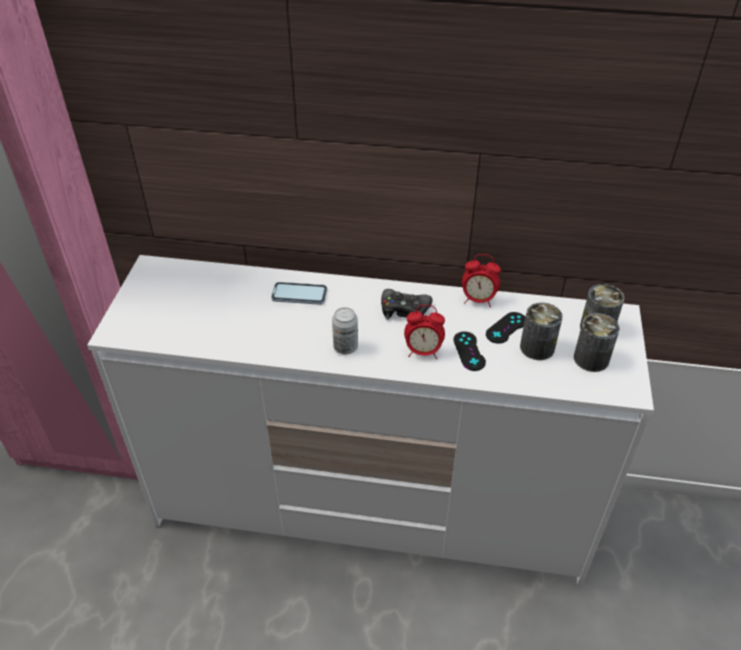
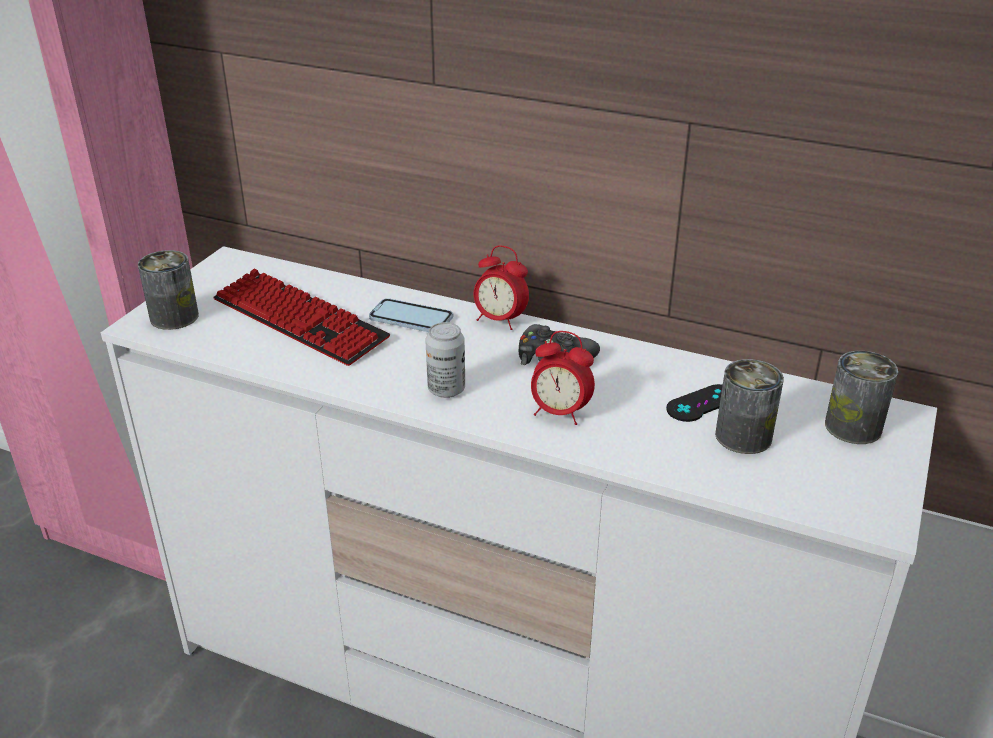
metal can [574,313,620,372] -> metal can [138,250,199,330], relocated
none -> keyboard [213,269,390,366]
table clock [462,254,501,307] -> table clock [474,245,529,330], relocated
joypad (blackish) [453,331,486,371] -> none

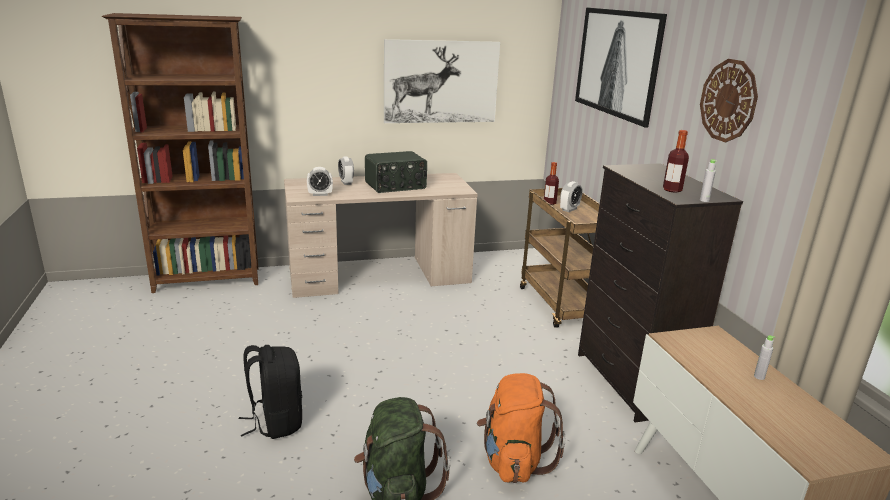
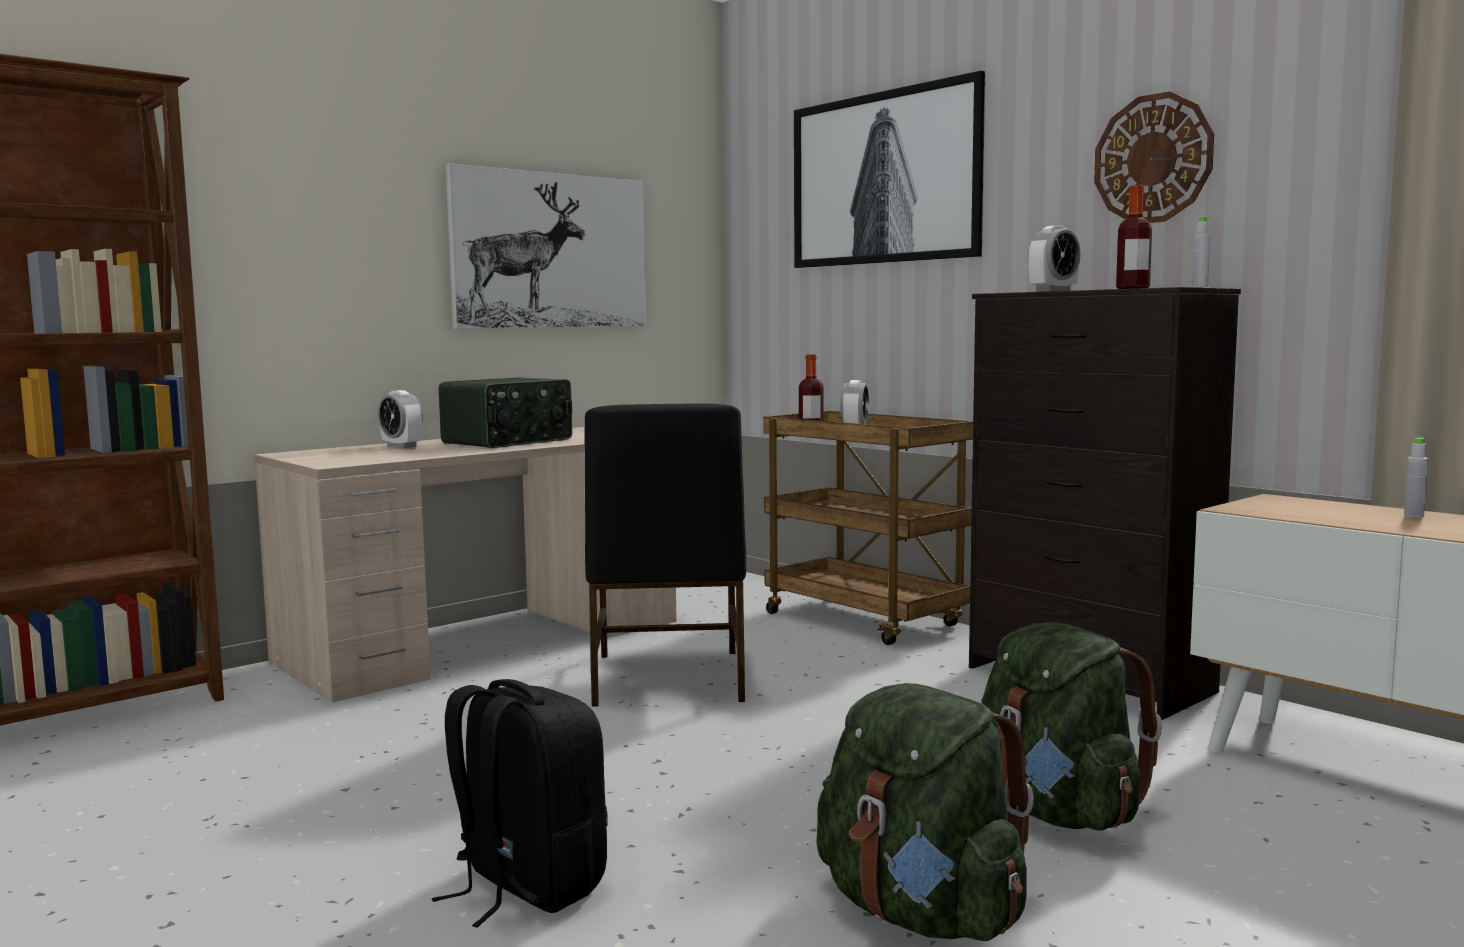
none -> chair (blackish) [585,403,746,707]
knapsack (orange) [477,373,565,483] -> knapsack (green) [981,622,1162,831]
table clock [307,167,333,196] -> table clock [1028,225,1080,292], relocated

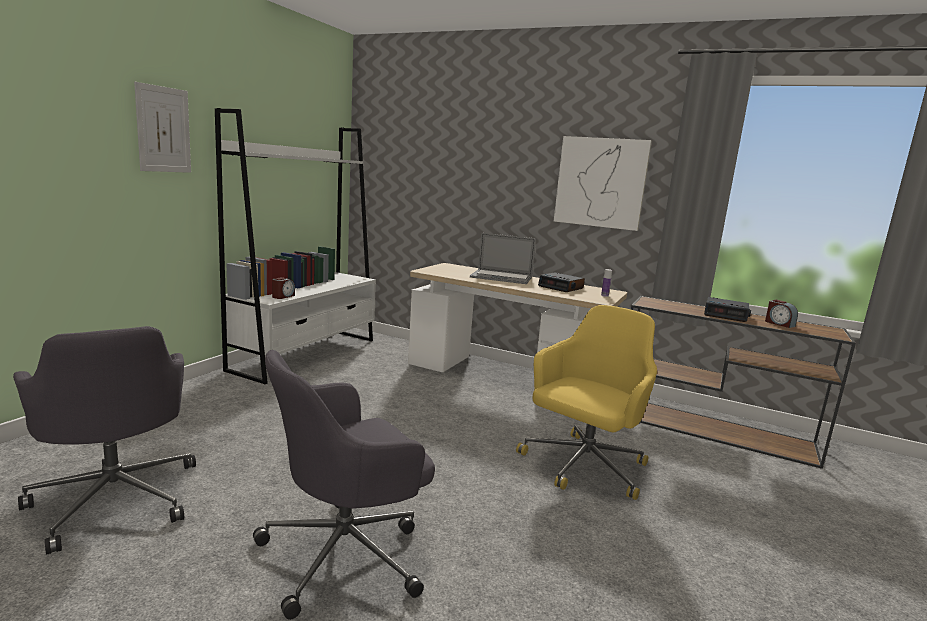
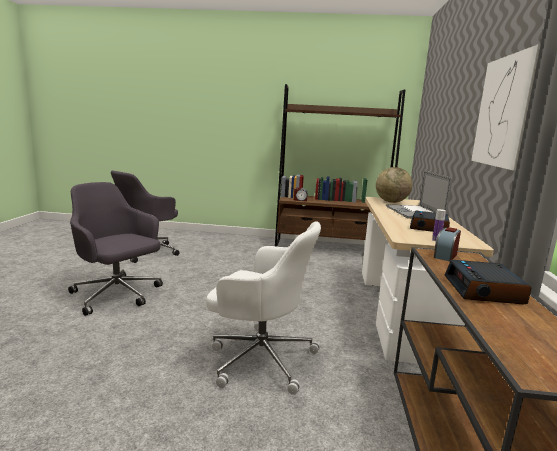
computer chair (yellow) [516,305,657,500] -> computer chair (whitish) [206,221,321,395]
bookcase (whitish) [215,108,376,384] -> bookcase (brown-coloured) [275,84,405,247]
none -> world globe [376,167,412,203]
table clock [765,300,798,328] -> table clock [434,227,461,261], relocated
wall art [134,82,191,173] -> none

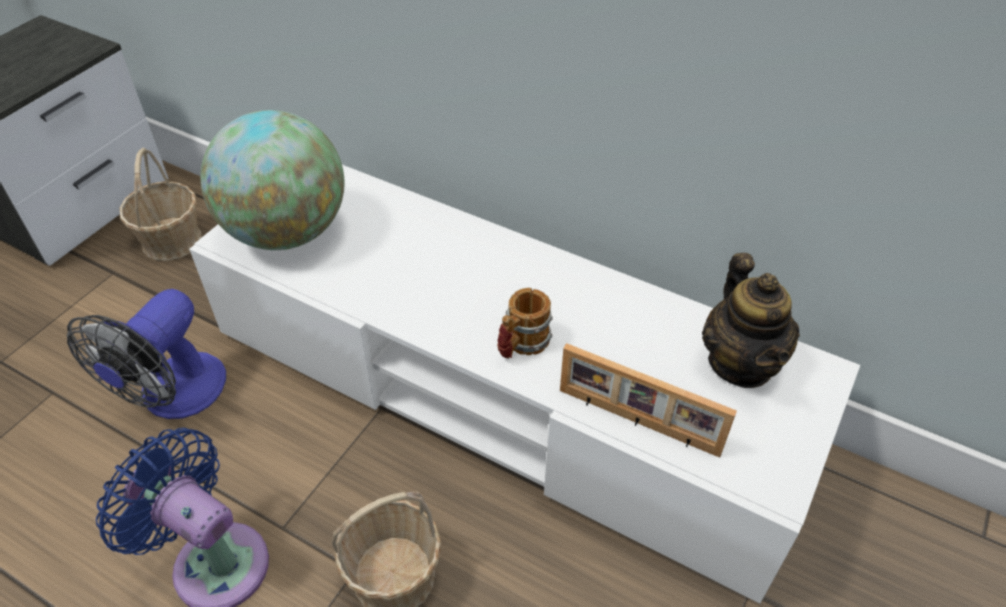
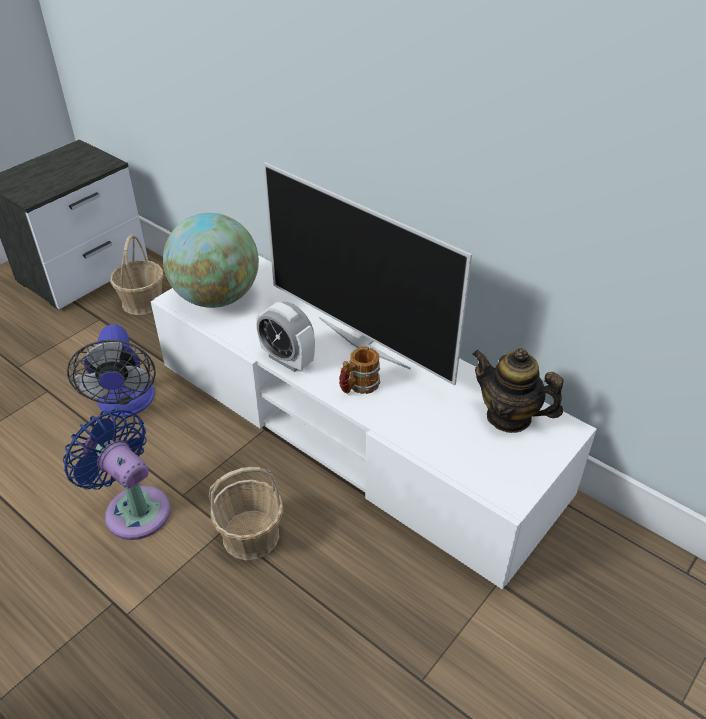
cooling fan [67,289,226,419] -> cooling fan [67,325,156,417], 45 degrees counterclockwise
none -> table clock [256,302,315,372]
none -> TV [263,162,472,386]
teapot [702,253,800,388] -> teapot [472,348,564,433], 120 degrees clockwise
standing frame [560,343,737,458] -> none

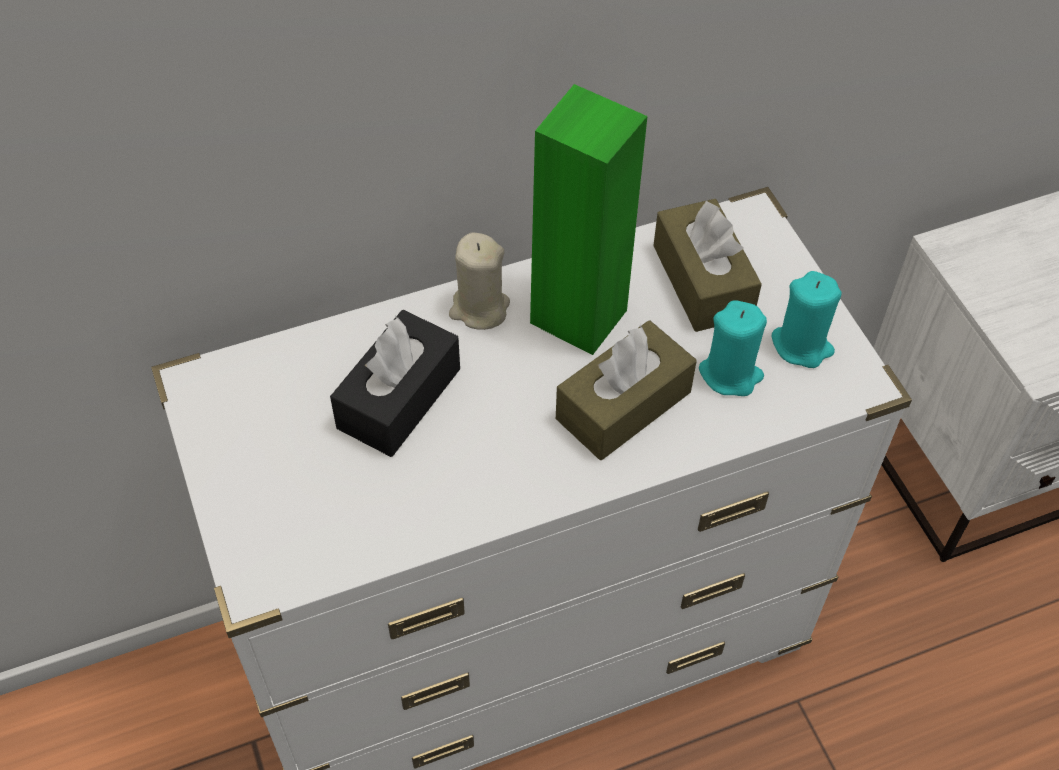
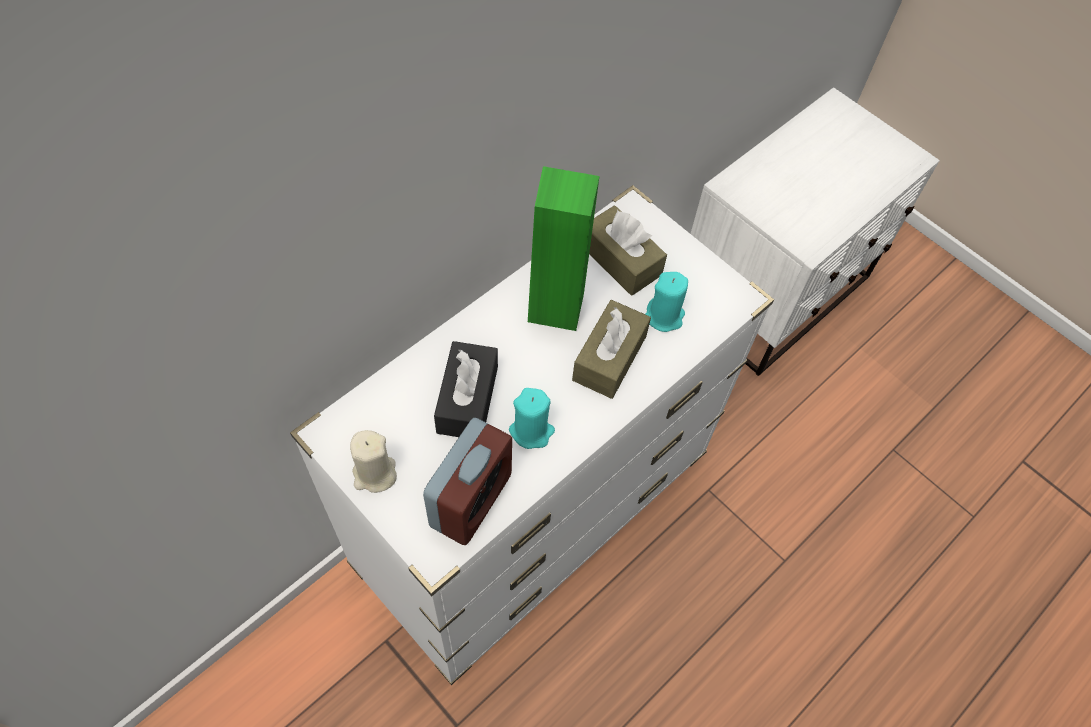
wax candle (beige-coloured) [449,233,510,330] -> wax candle (beige-coloured) [350,430,397,493], relocated
none -> table clock [423,418,512,545]
wax candle (turquoise) [772,271,842,368] -> wax candle (turquoise) [509,388,555,449], relocated

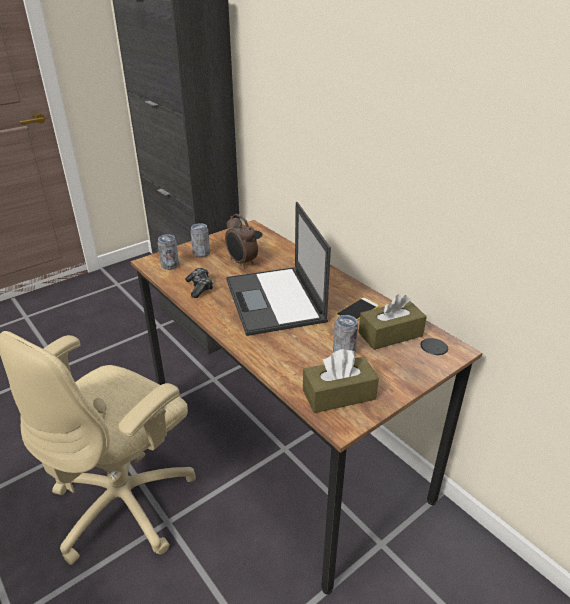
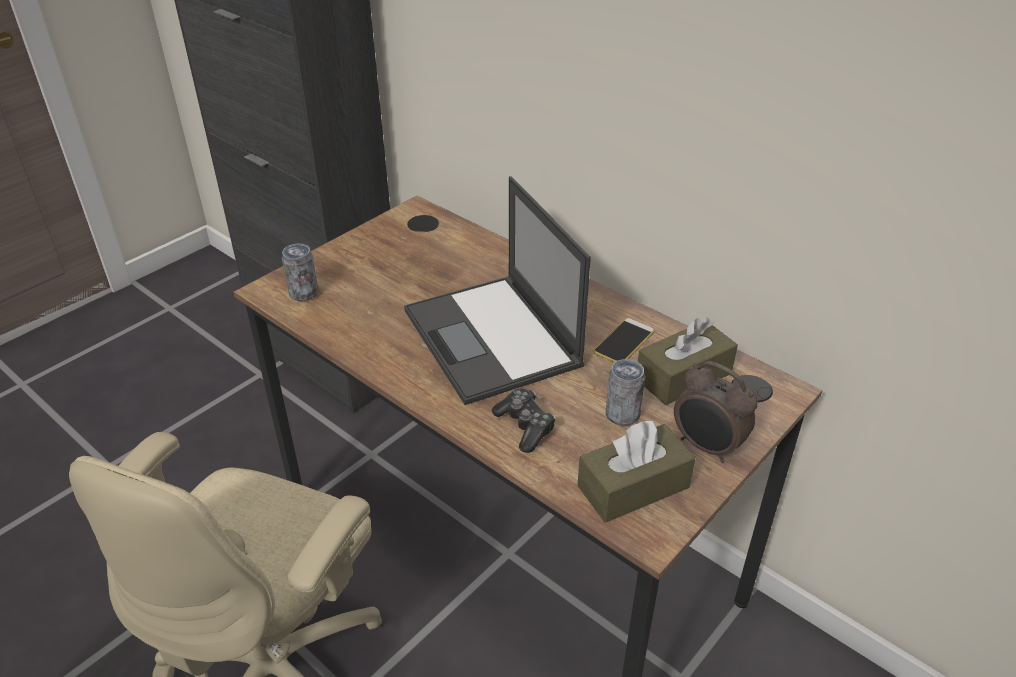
joypad [185,268,213,298] -> joypad [492,388,556,453], relocated
table clock [225,214,258,268] -> table clock [674,361,758,463], relocated
metal can [190,223,210,258] -> none

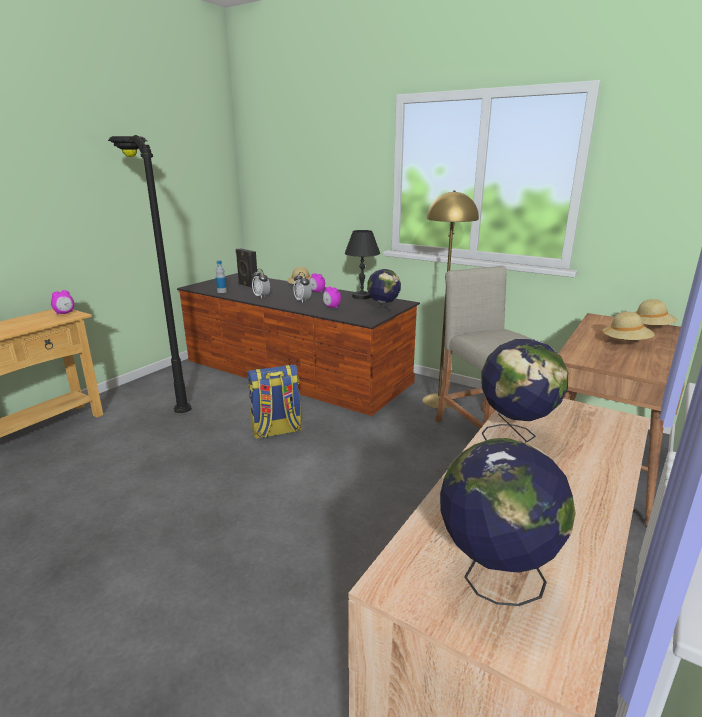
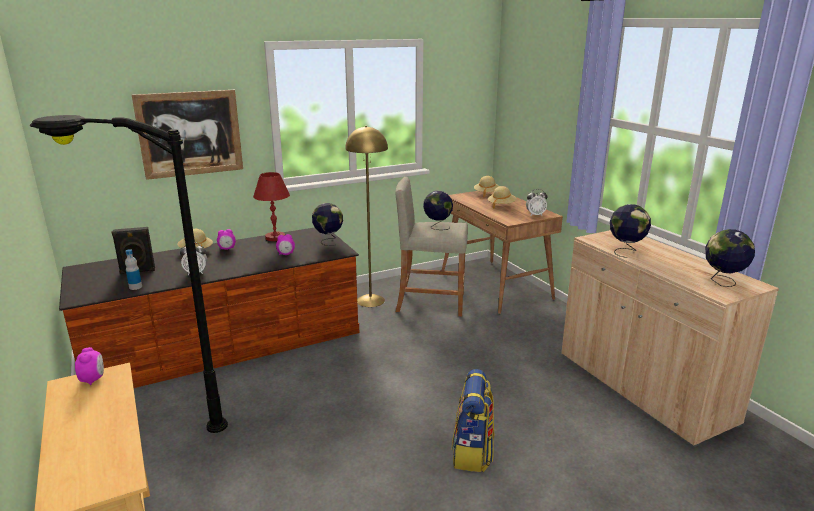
none -> wall art [132,90,243,180]
tabletop lamp (blackish) [344,230,380,299] -> tabletop lamp (reddish) [253,172,290,241]
none -> world globe [423,191,453,230]
knapsack [247,364,302,439] -> knapsack [452,369,495,472], relocated
table clock [294,272,312,303] -> table clock [526,189,548,216], relocated

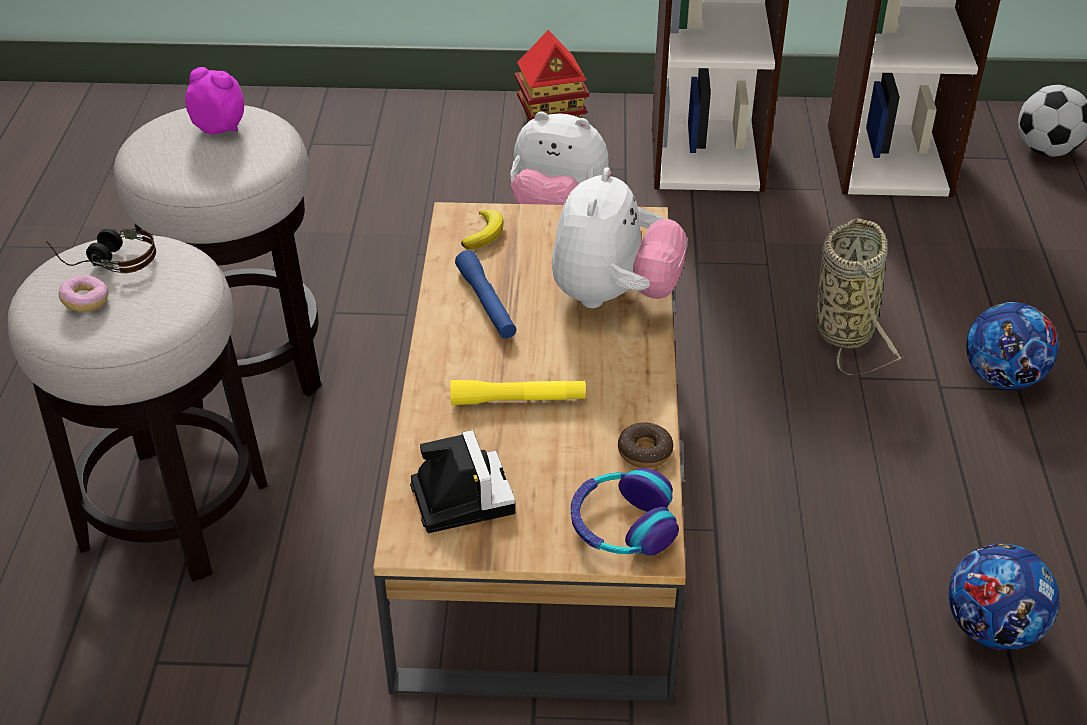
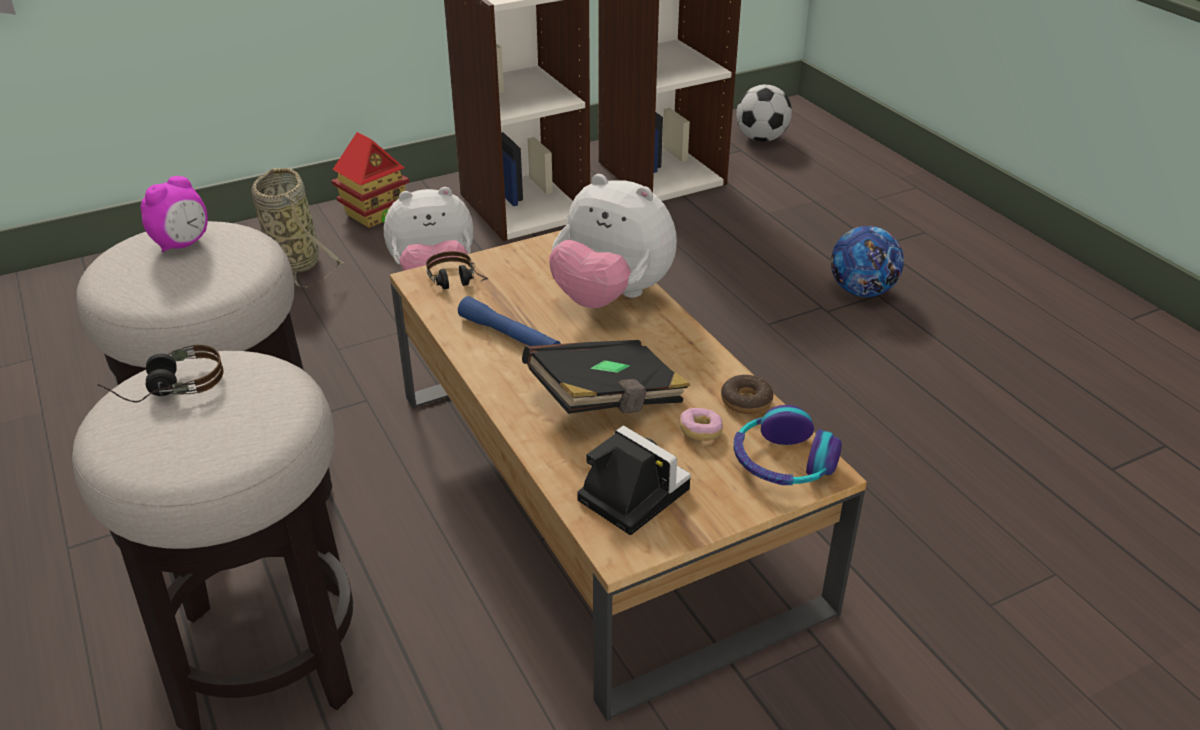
table clock [185,67,244,134] -> table clock [141,176,208,252], 135 degrees clockwise
basket [816,218,903,375] -> basket [251,168,345,288], relocated
whole banana [461,210,504,250] -> pair of headphones [426,251,488,289]
torch (yellow) [450,380,585,405] -> volume (blackish) [522,340,690,414]
plush toy [551,167,687,308] -> plush toy [549,174,677,308], 135 degrees clockwise
donut [59,275,109,312] -> donut [679,408,723,441], relocated
ball for football [948,543,1059,650] -> none

